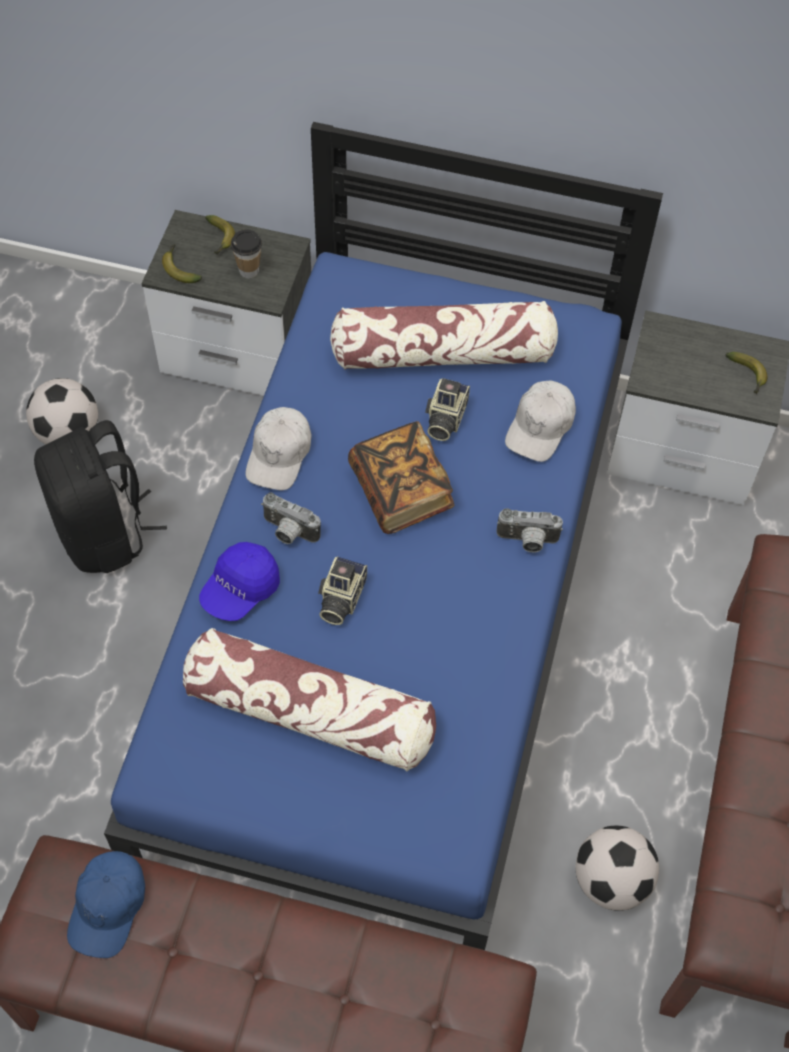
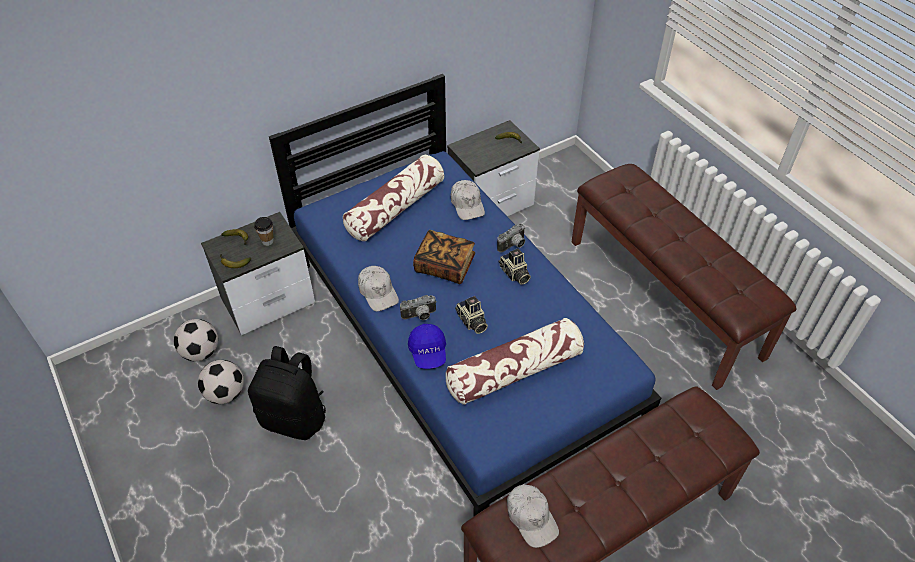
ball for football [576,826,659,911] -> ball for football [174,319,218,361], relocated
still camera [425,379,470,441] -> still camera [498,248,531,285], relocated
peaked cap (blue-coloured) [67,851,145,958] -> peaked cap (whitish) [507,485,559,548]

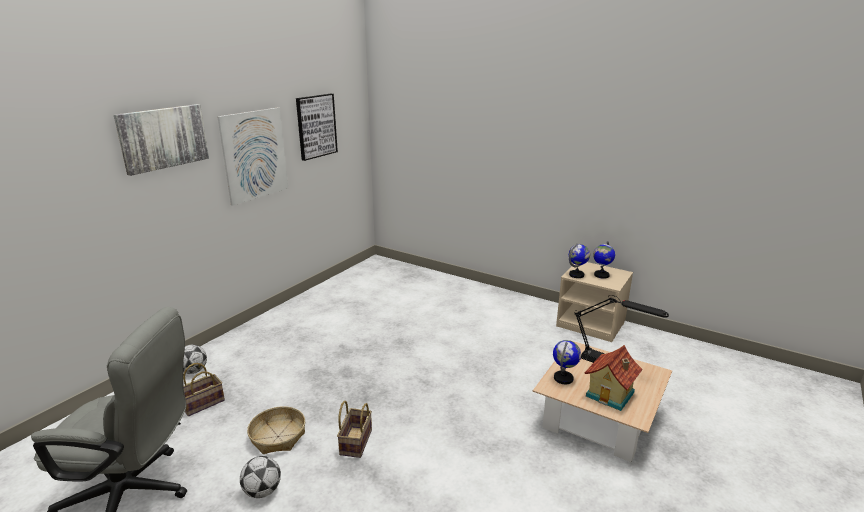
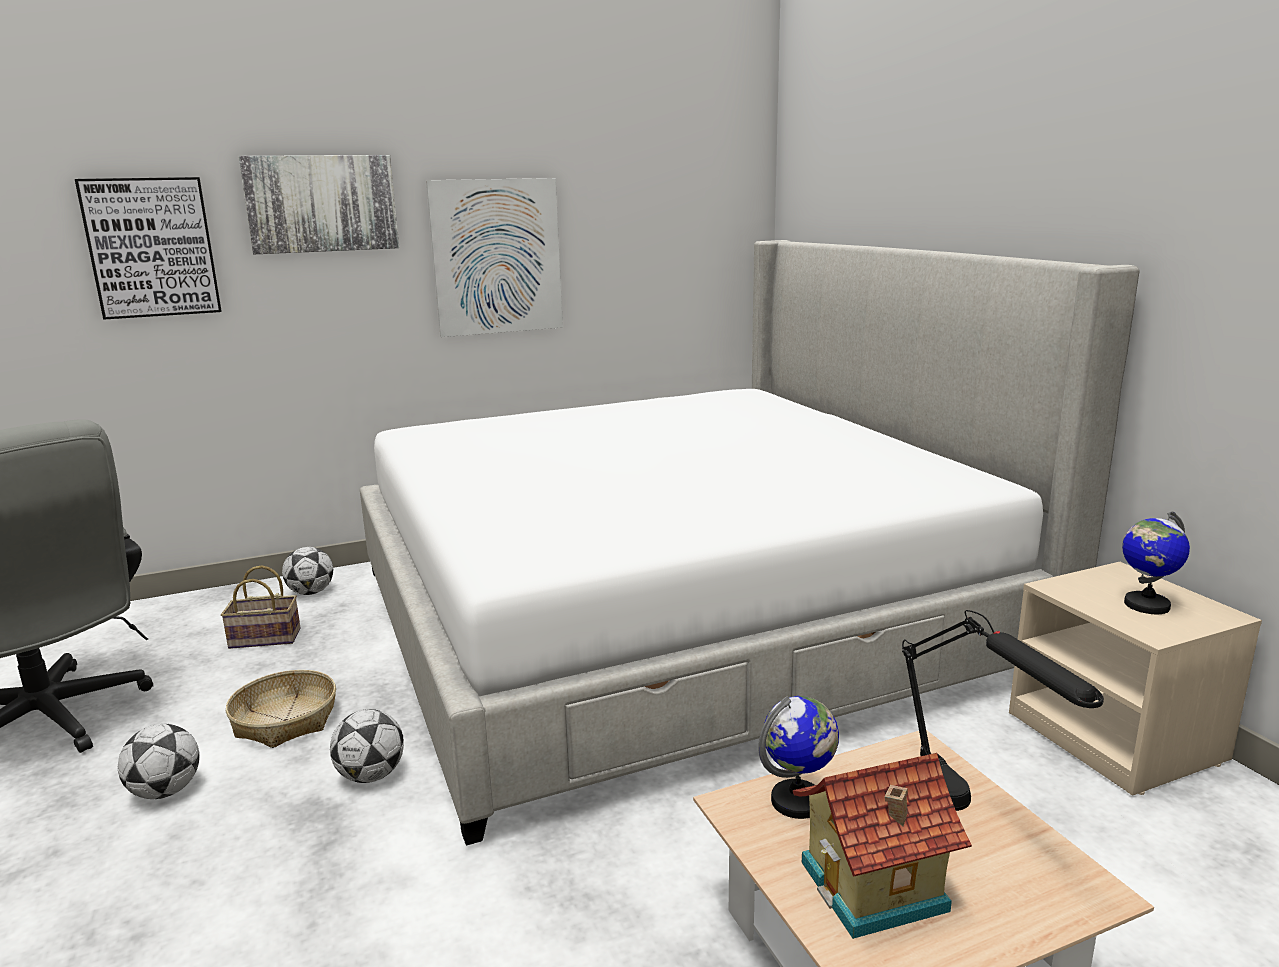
wall art [296,94,338,161] -> wall art [75,177,222,320], relocated
basket [337,401,372,458] -> ball for football [330,709,404,783]
none -> bed [360,240,1139,846]
world globe [569,243,590,278] -> none

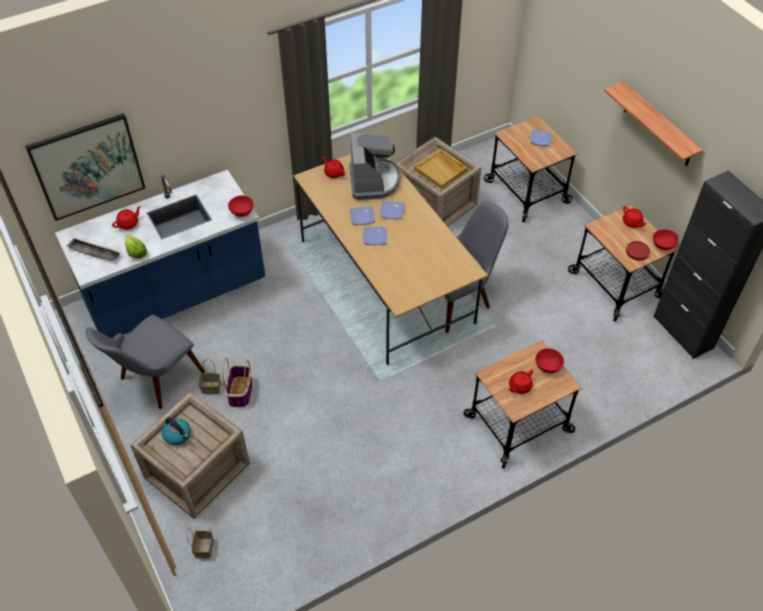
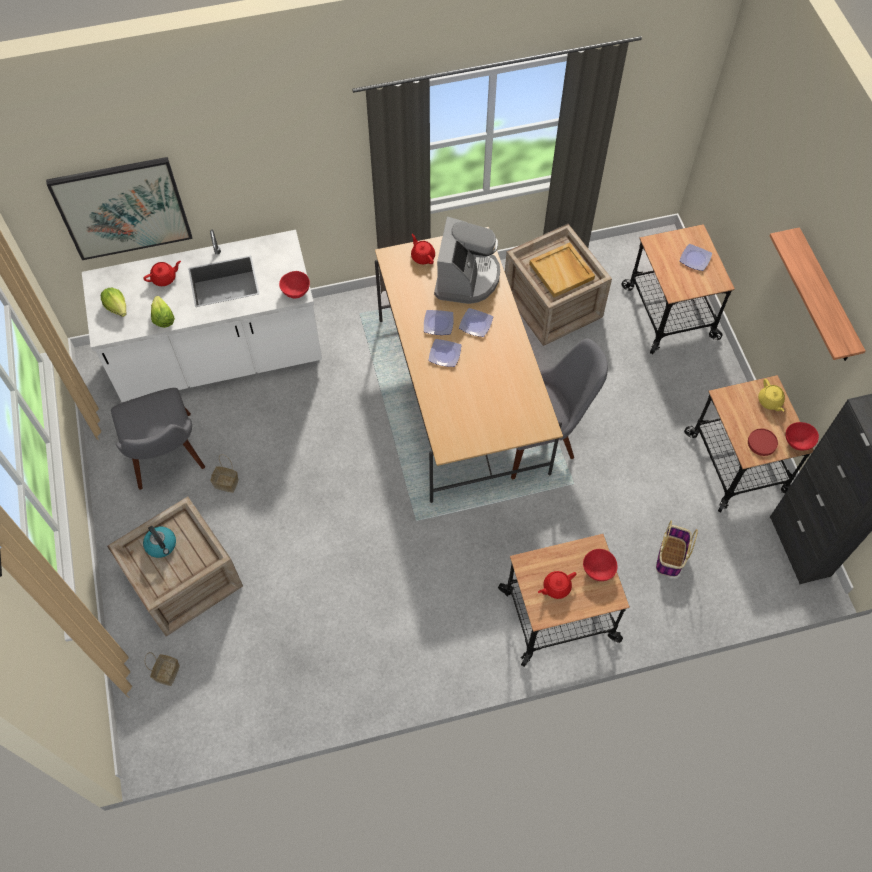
kitchen base unit (blue-coloured) [55,170,265,338] -> kitchen base unit (whitish) [82,229,322,402]
tray [66,238,121,261] -> lettuce [101,288,126,317]
chair (greyish) [86,315,205,409] -> chair (greyish) [111,388,205,490], 75 degrees counterclockwise
basket [222,358,252,407] -> basket [656,520,698,577], relocated
teapot (reddish) [623,206,647,228] -> teapot (yellow) [758,379,785,411]

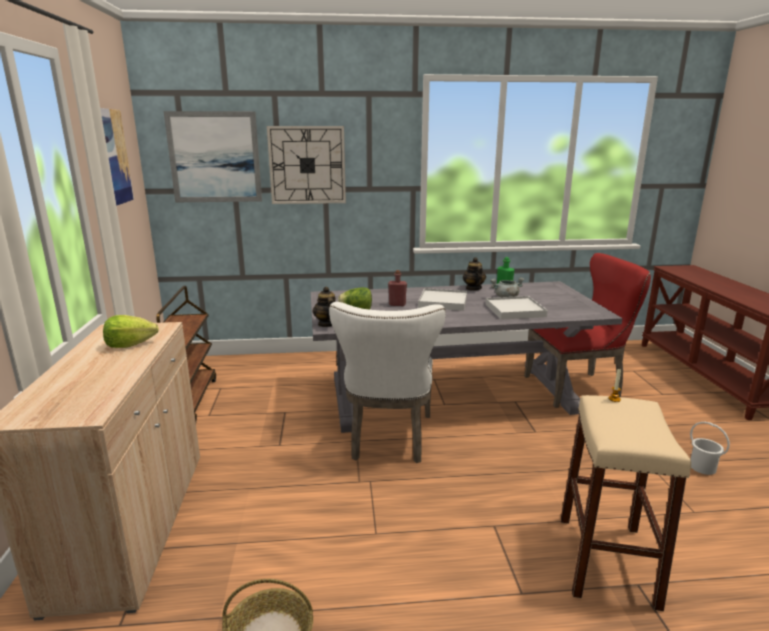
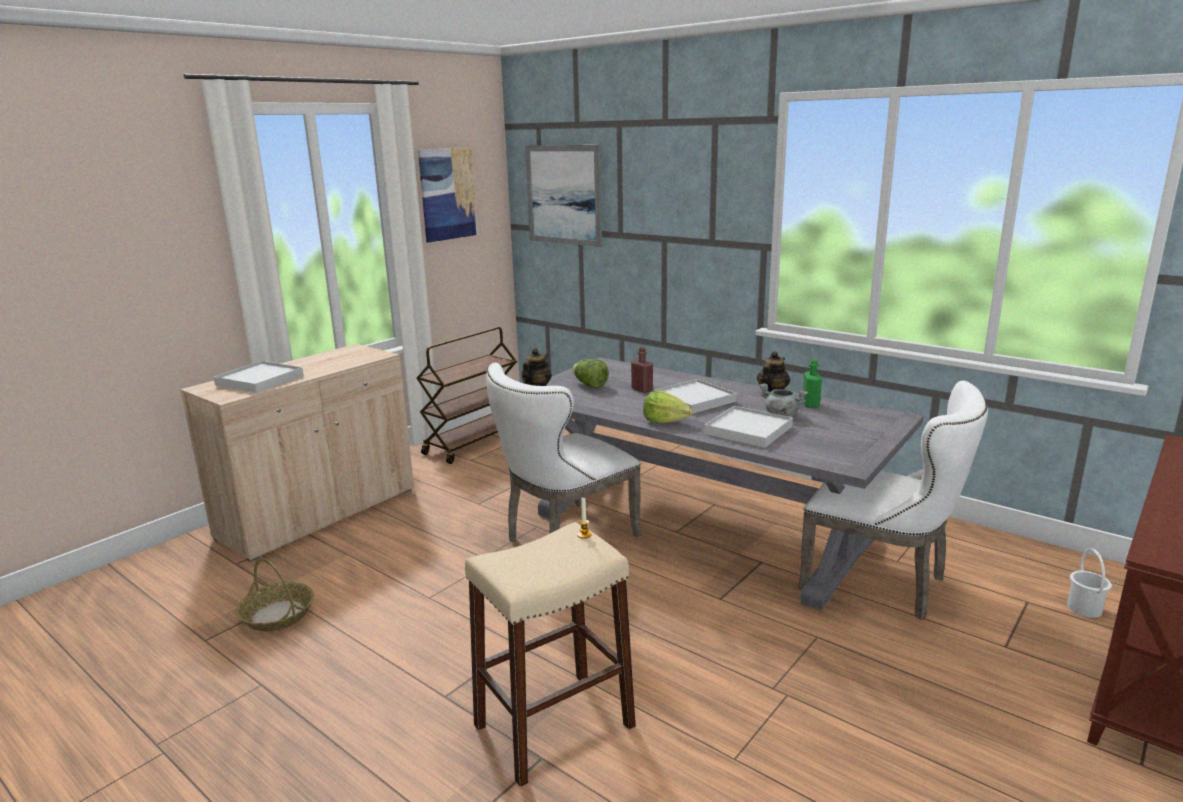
none -> tray (whitish) [213,361,304,393]
lettuce [103,315,159,348] -> lettuce [643,391,692,423], relocated
chair (reddish) [524,253,651,408] -> chair (whitish) [798,380,988,619]
pail (whitish) [690,422,730,475] -> pail (whitish) [1067,548,1112,618], relocated
clock on the wall [267,126,346,204] -> none

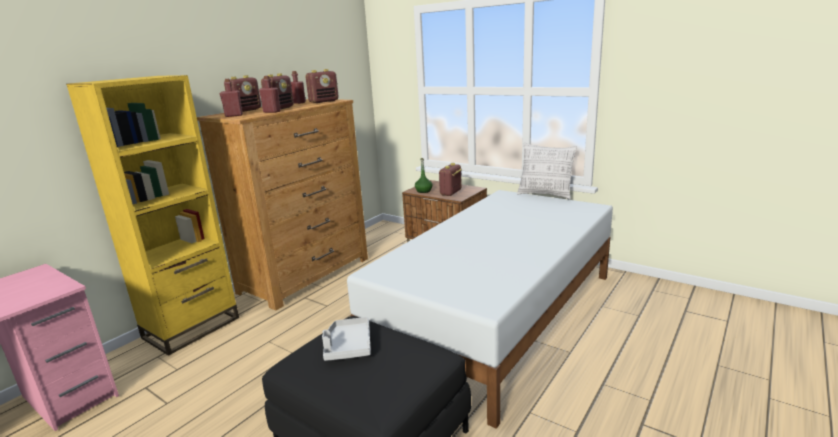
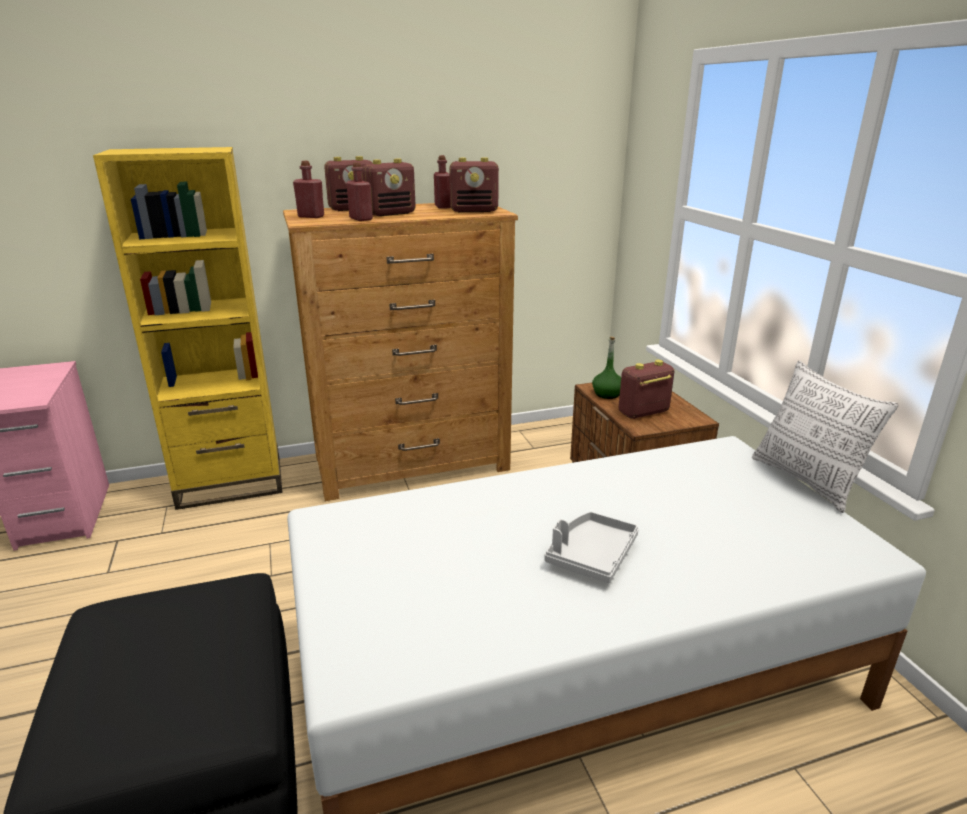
tray (greyish) [322,317,371,361] -> tray (greyish) [544,512,639,583], relocated

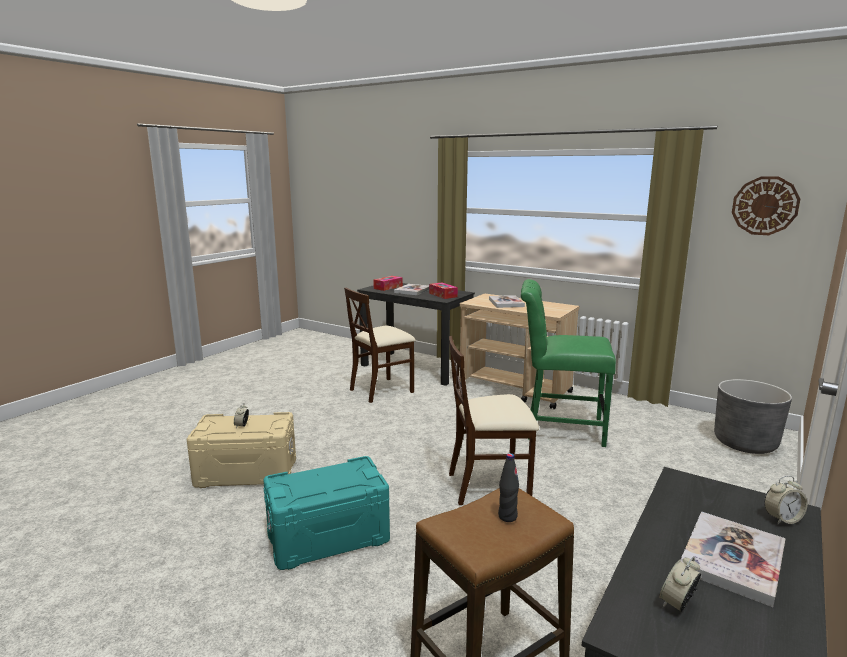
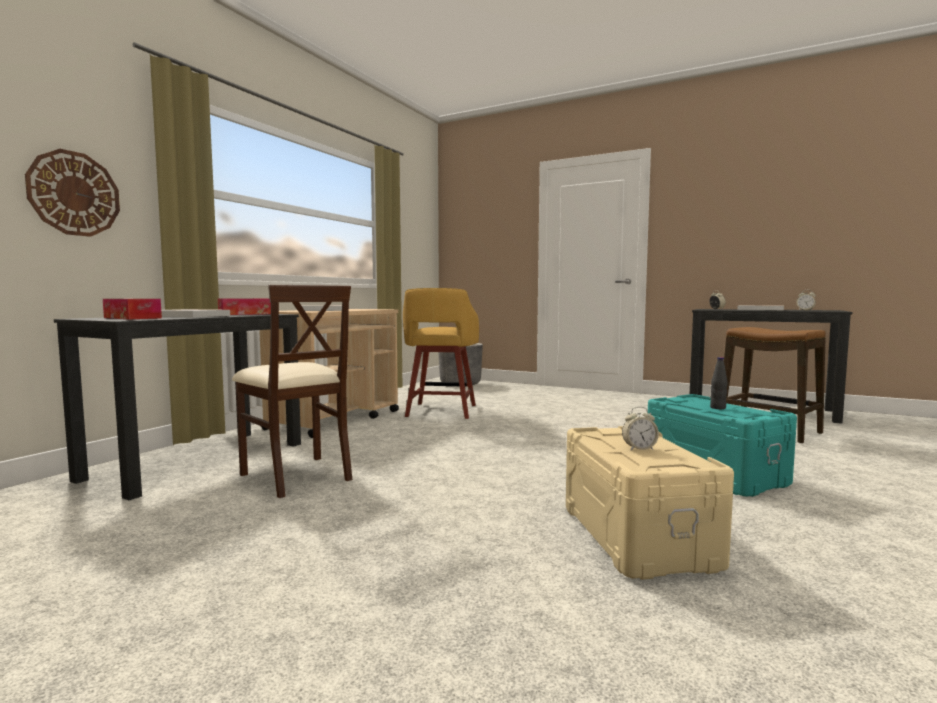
clock on the wall [732,176,800,235] -> clock on the wall [25,149,120,237], relocated
chair (green) [521,279,616,447] -> sitting stool (yellow) [403,288,479,419]
bottle (blackish) [498,453,519,522] -> bottle (blackish) [710,357,728,409], relocated
chair (beige-coloured) [449,336,539,505] -> none

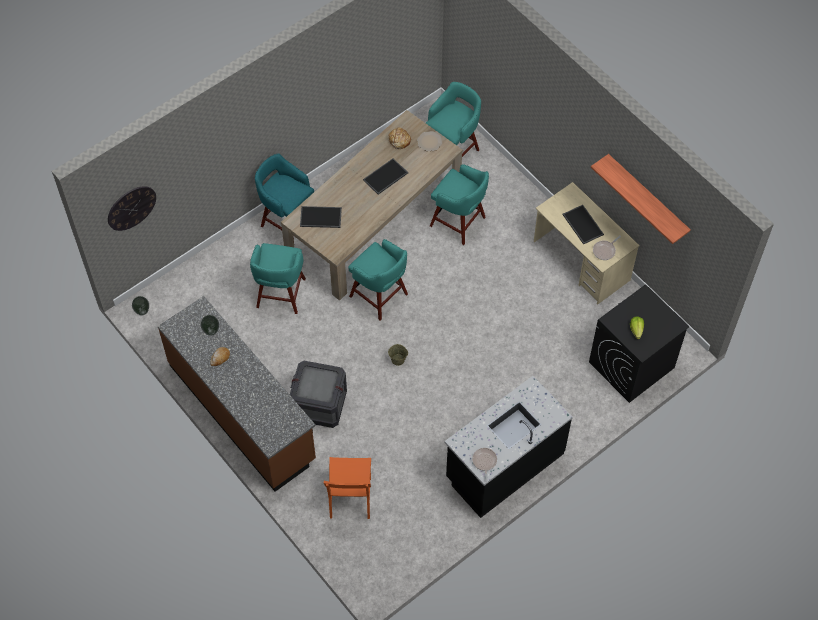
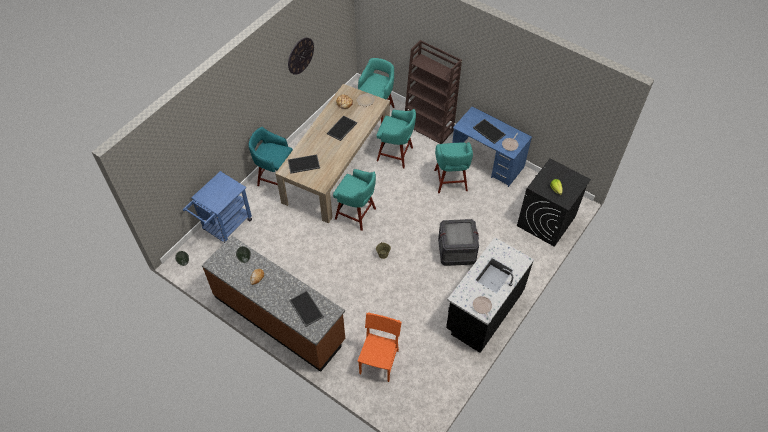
none -> wheeled cart (blue-coloured) [183,171,252,243]
clock on the wall [108,186,156,231] -> clock on the wall [288,38,314,75], relocated
none -> tray [289,291,324,327]
chair (orange) [324,457,371,519] -> chair (orange) [357,312,401,382], 150 degrees counterclockwise
none -> bookcase (brown-coloured) [405,40,462,144]
sitting stool (turquoise) [250,243,306,314] -> sitting stool (turquoise) [434,142,473,193], relocated
crate [290,361,347,428] -> crate [438,219,479,266], relocated
desk table (beige-coloured) [534,182,640,304] -> desk table (blue-coloured) [452,107,532,187]
shelf [591,154,691,244] -> none

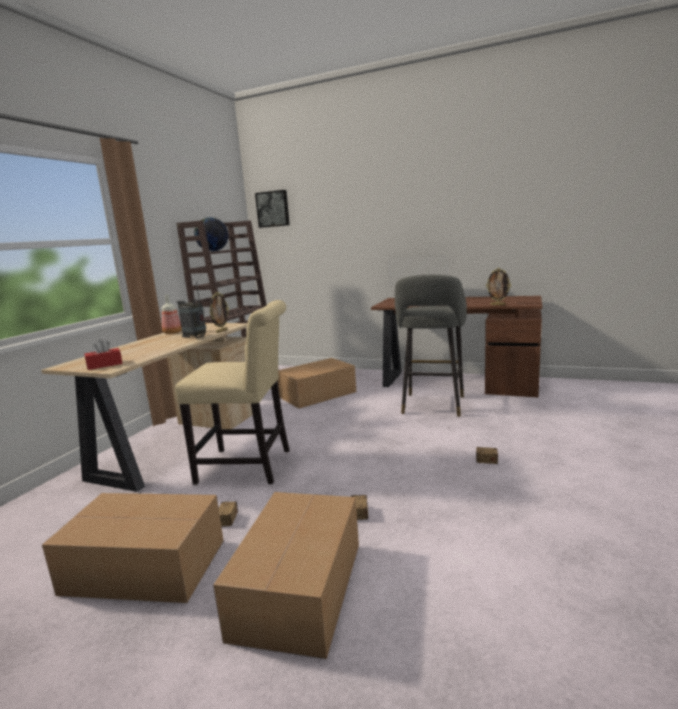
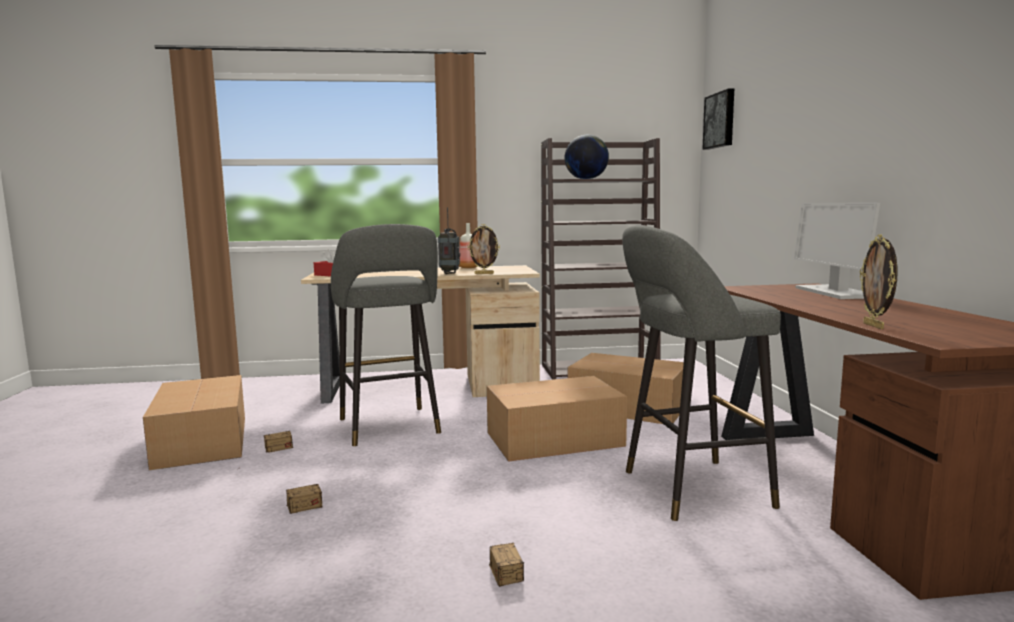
chair (beige-coloured) [175,300,289,485] -> sitting stool (greyish) [331,224,441,446]
carton [213,492,359,659] -> carton [487,376,627,462], relocated

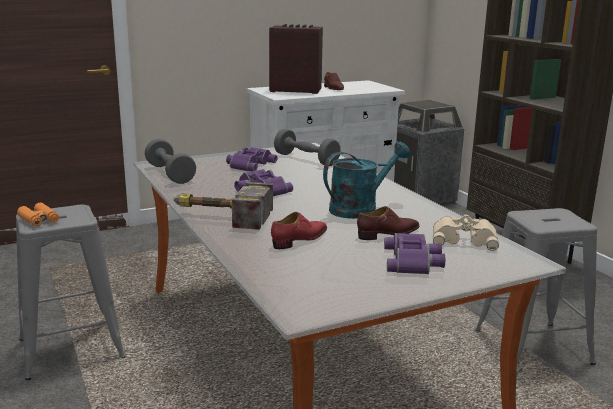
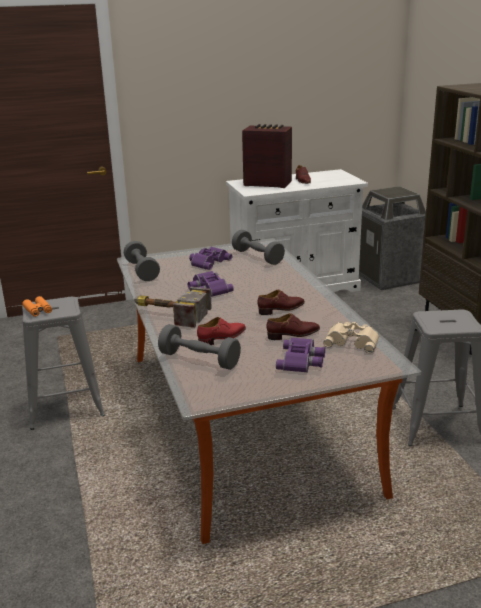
none -> dumbbell (greyish) [158,324,241,370]
sprinkling can (turquoise) [323,141,410,219] -> item of footwear (brown-coloured) [257,290,305,315]

